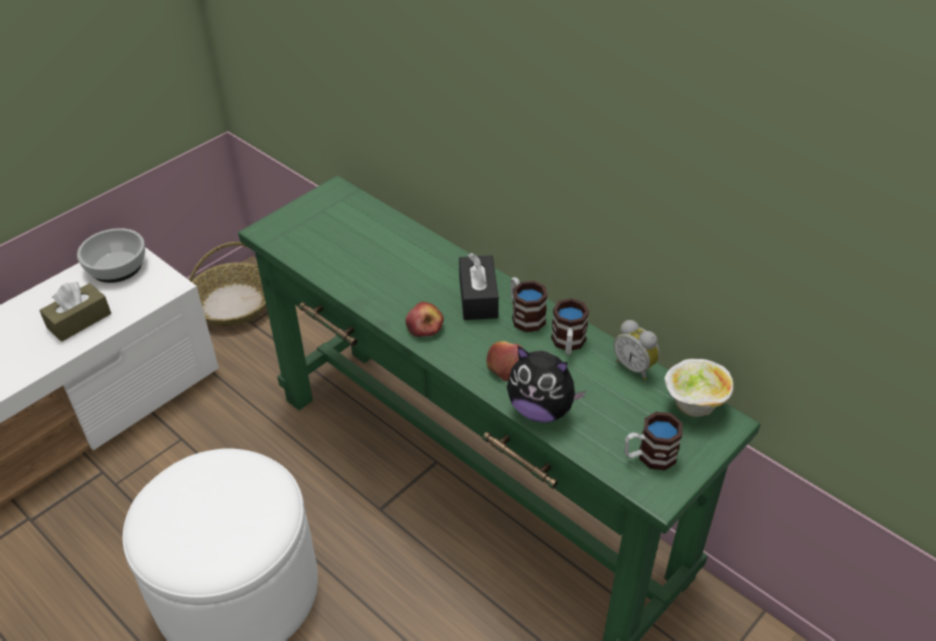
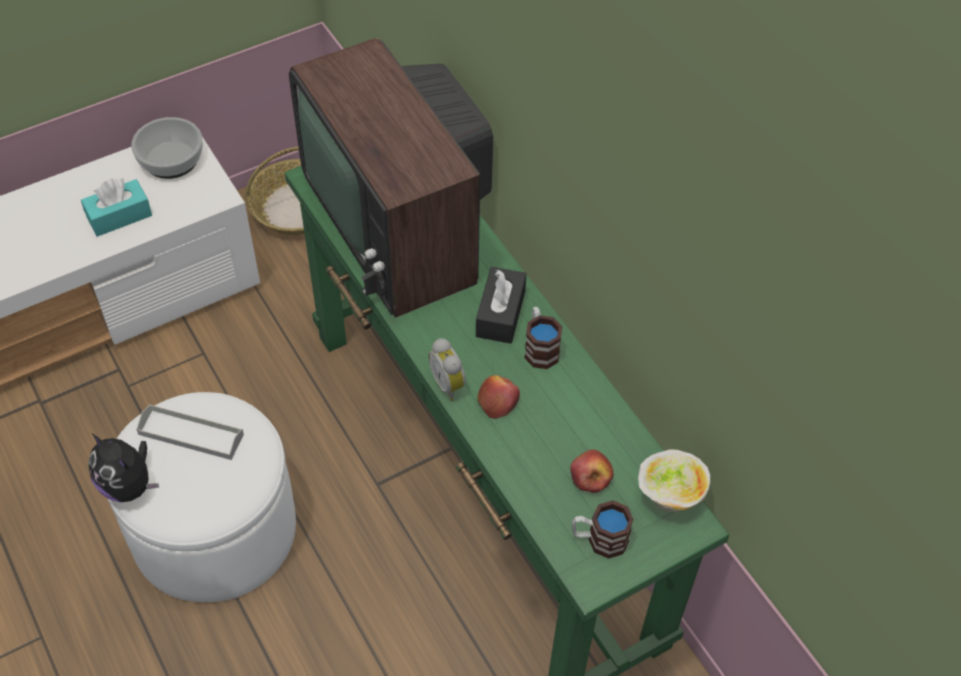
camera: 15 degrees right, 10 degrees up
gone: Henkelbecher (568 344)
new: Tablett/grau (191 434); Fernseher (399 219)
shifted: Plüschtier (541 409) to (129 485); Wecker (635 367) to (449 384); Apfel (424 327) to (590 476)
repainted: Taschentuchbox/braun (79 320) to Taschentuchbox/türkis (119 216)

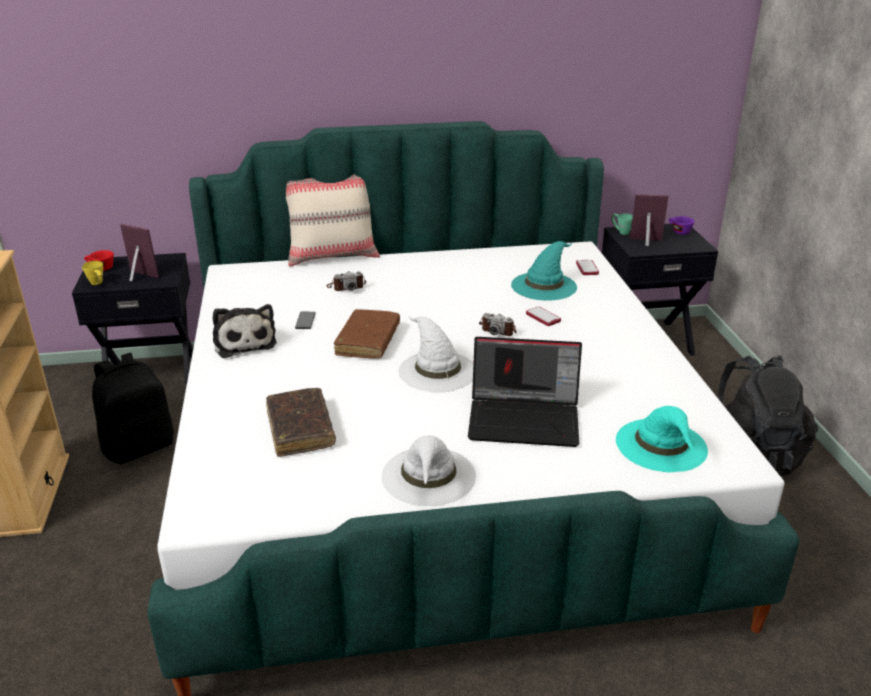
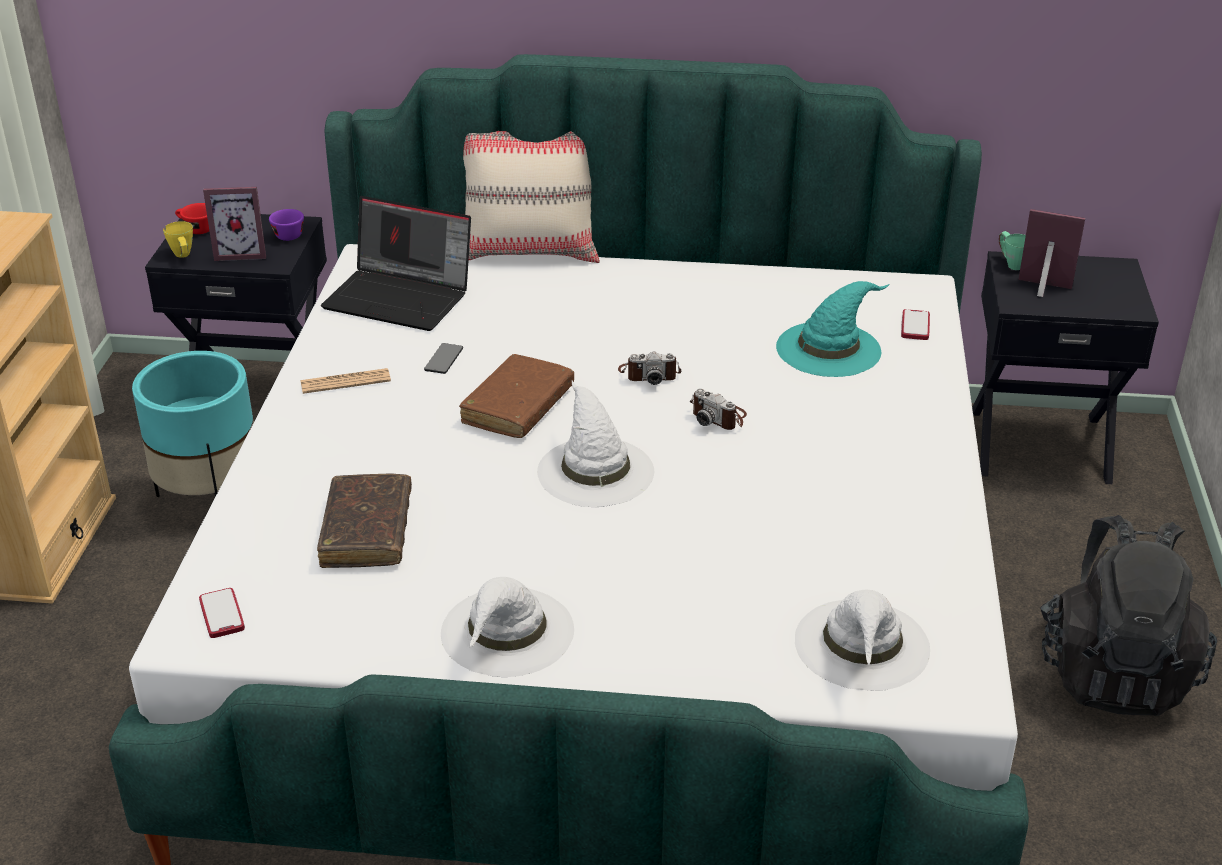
camera: 15 degrees right, 5 degrees up
shifted: Handy (543 317) to (222 614); Tasse/lila (678 231) to (287 234); Laptop (525 419) to (401 297); Kamera (346 287) to (649 374)
swapped: Rucksack/schwarz (139 447) to Pflanzkübel/türkis (211 500); Plüschtier (244 342) to Zeitung (345 382)
repainted: Hut/türkis (662 446) to Hut/weiß (862 646)
rotated: Bilderrahmen (138 277) = (241 252) 135 degrees clockwise

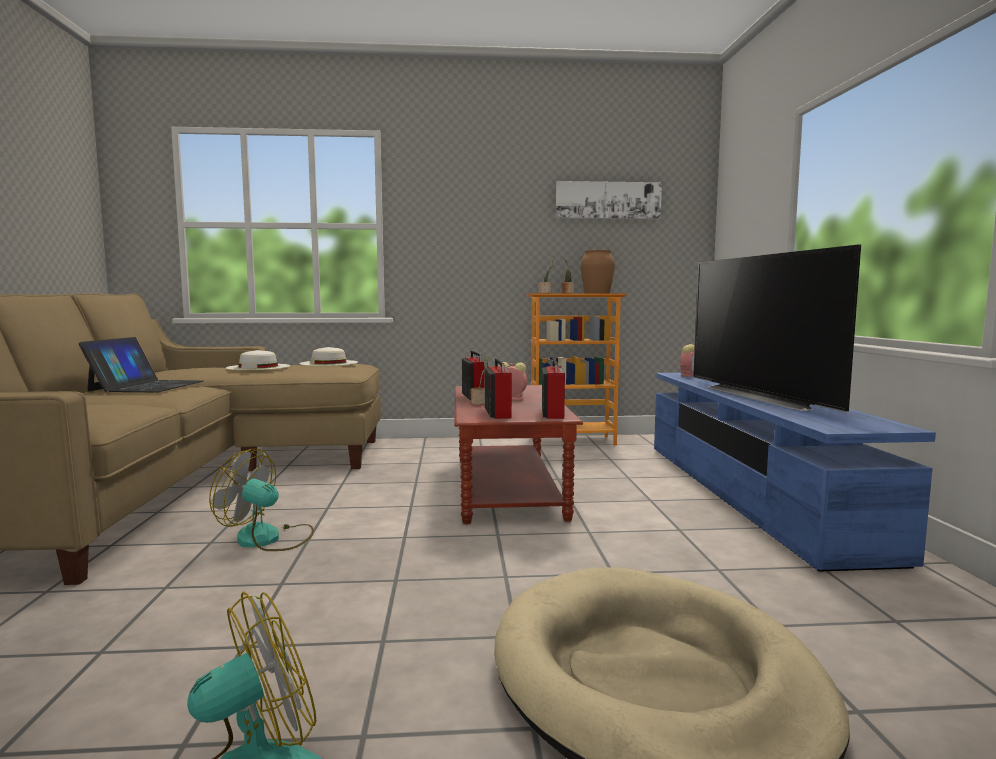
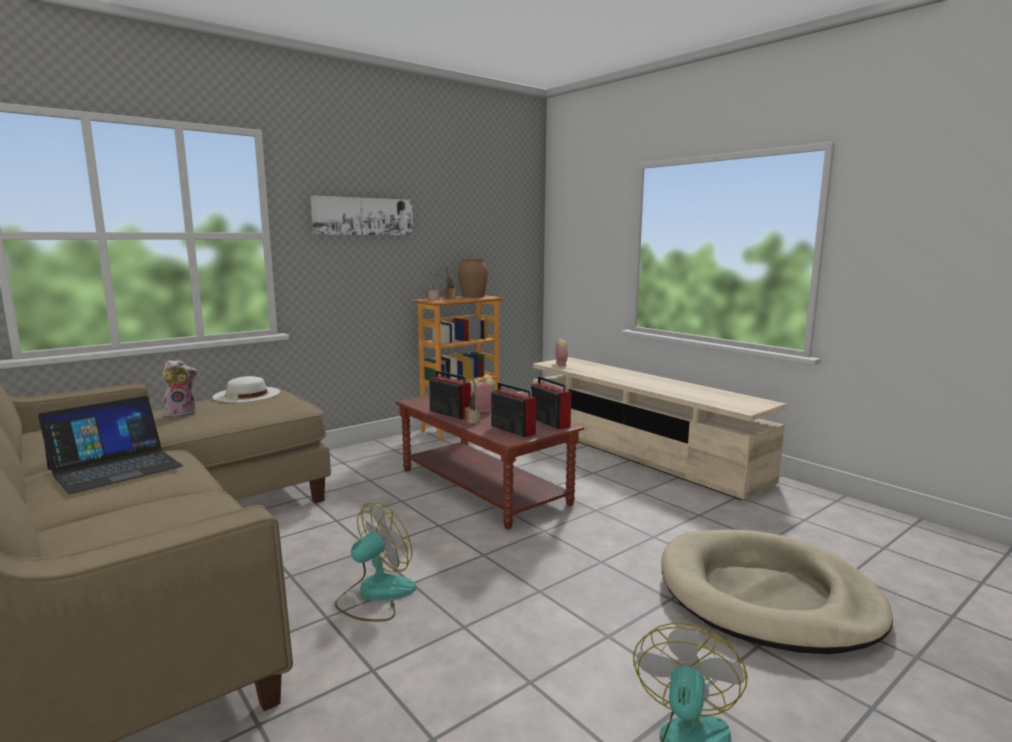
camera: 35 degrees left, 5 degrees up
gone: Fernseher (764 396)
shifted: Bild (608 200) to (363 216)
swapped: Hut/weiß (258 367) to Plüschtier (182 413)
repainted: Fernsehschrank/blau (749 493) to Fernsehschrank/beige (639 452)
rotated: Laptop (147 386) = (115 467) 75 degrees clockwise; Ventilator (268 539) = (375 595) 150 degrees clockwise

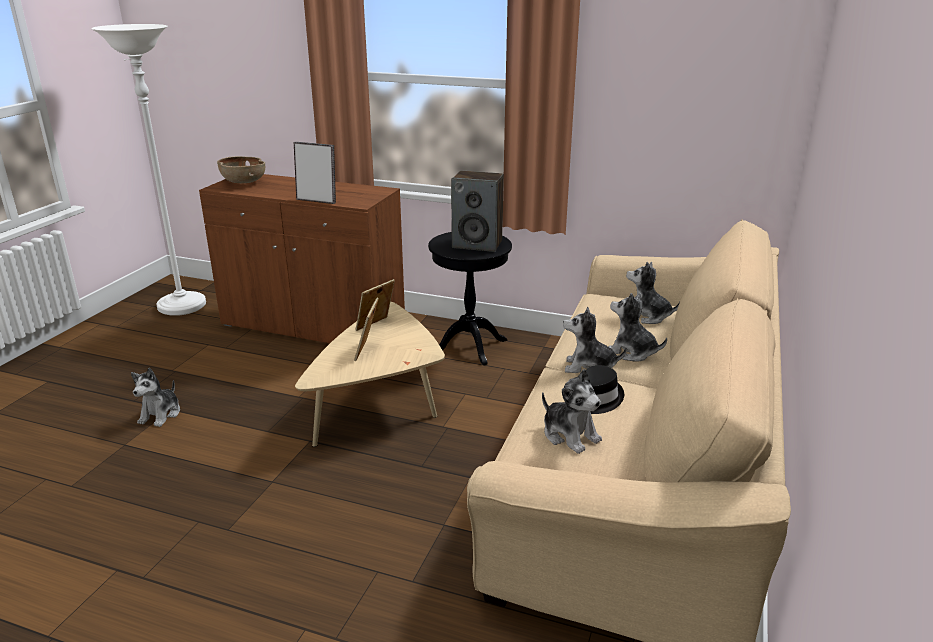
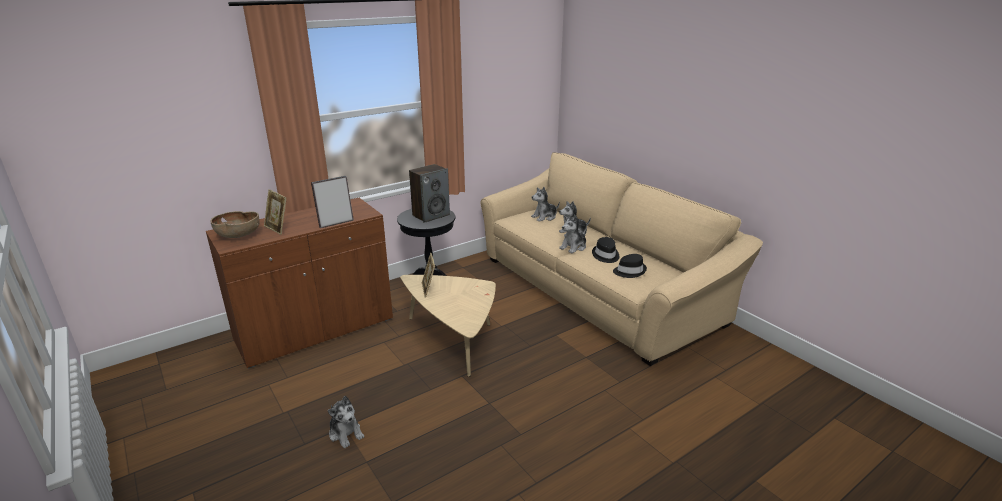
camera: 55 degrees left, 0 degrees up
gone: Stehlampe/weiß (182 306)
shifted: Bilderrahmen (367 351) to (278 228)
swapped: Plüschtier (570 435) to Hut/schwarz (629 271)

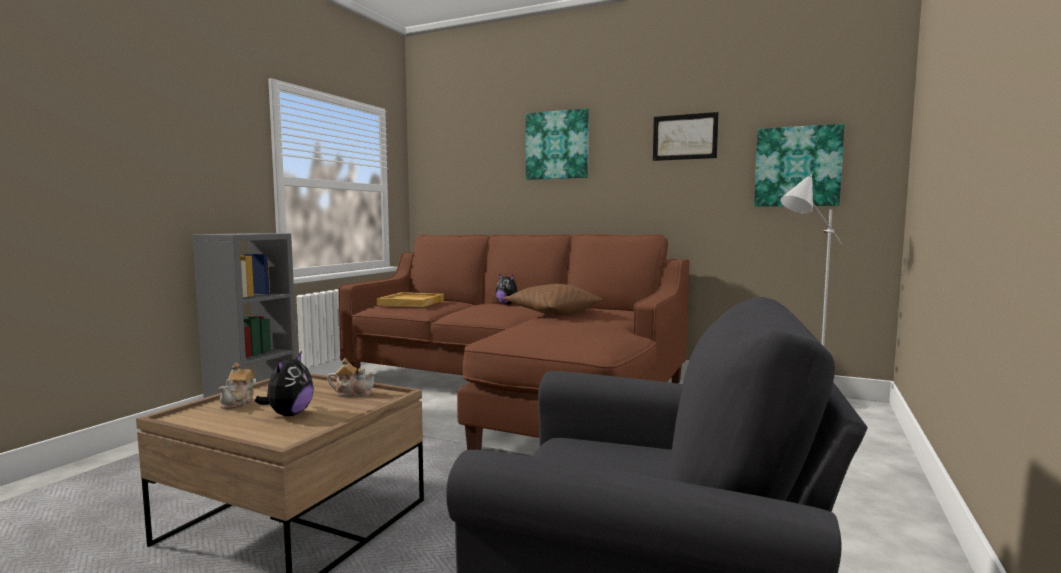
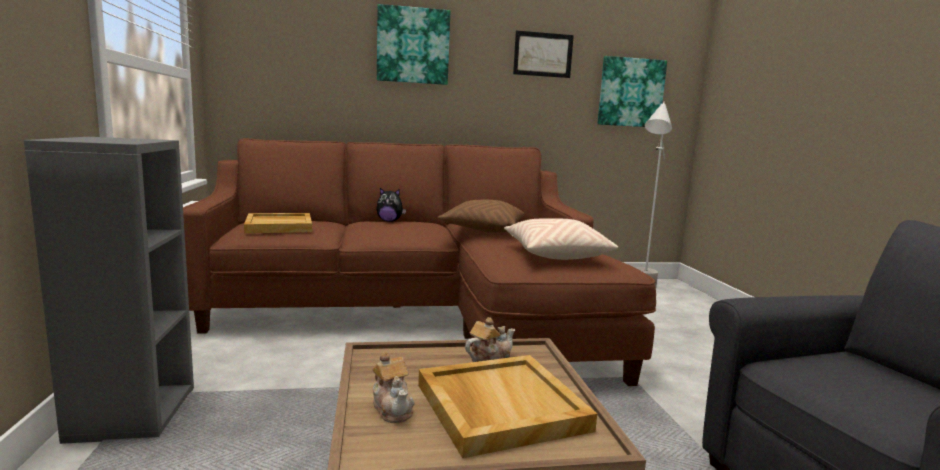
camera: 35 degrees left, 5 degrees up
new: Kissen/beige (555 254)
swapped: Plüschtier (289 414) to Tablett/beige (499 406)

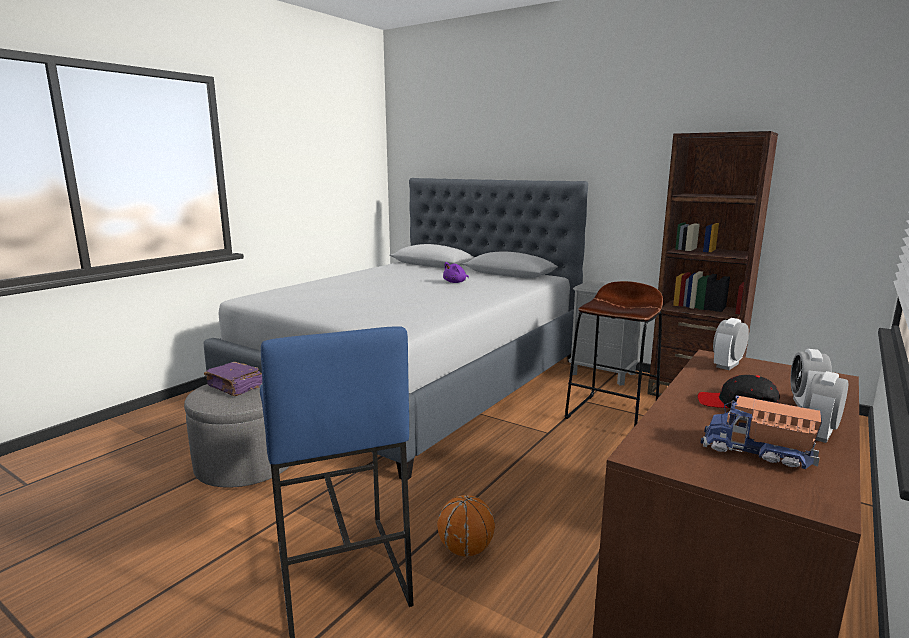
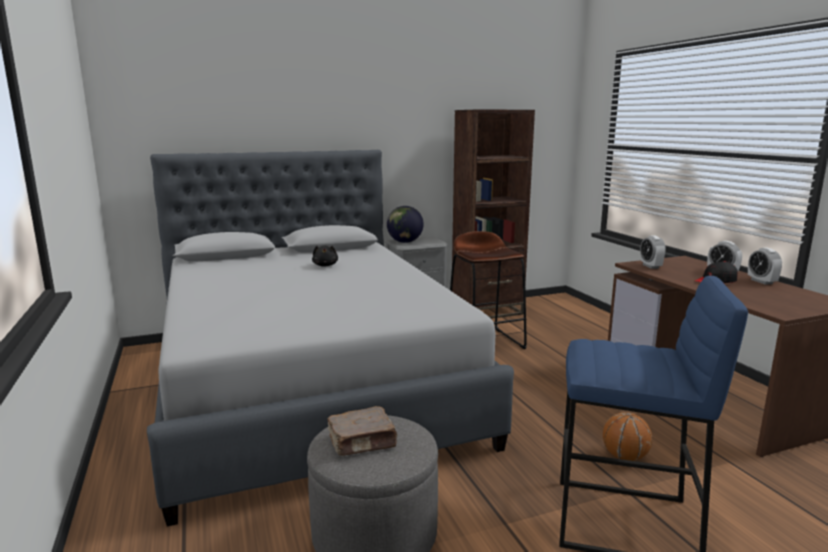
camera: 55 degrees left, 0 degrees up
gone: Spielzeuglaster (757 452)
new: Globus (404 242)
repainted: Plüschtier/lila (456 282) to Plüschtier/schwarz (325 265); Buch/lila (235 387) to Buch/braun (363 442)

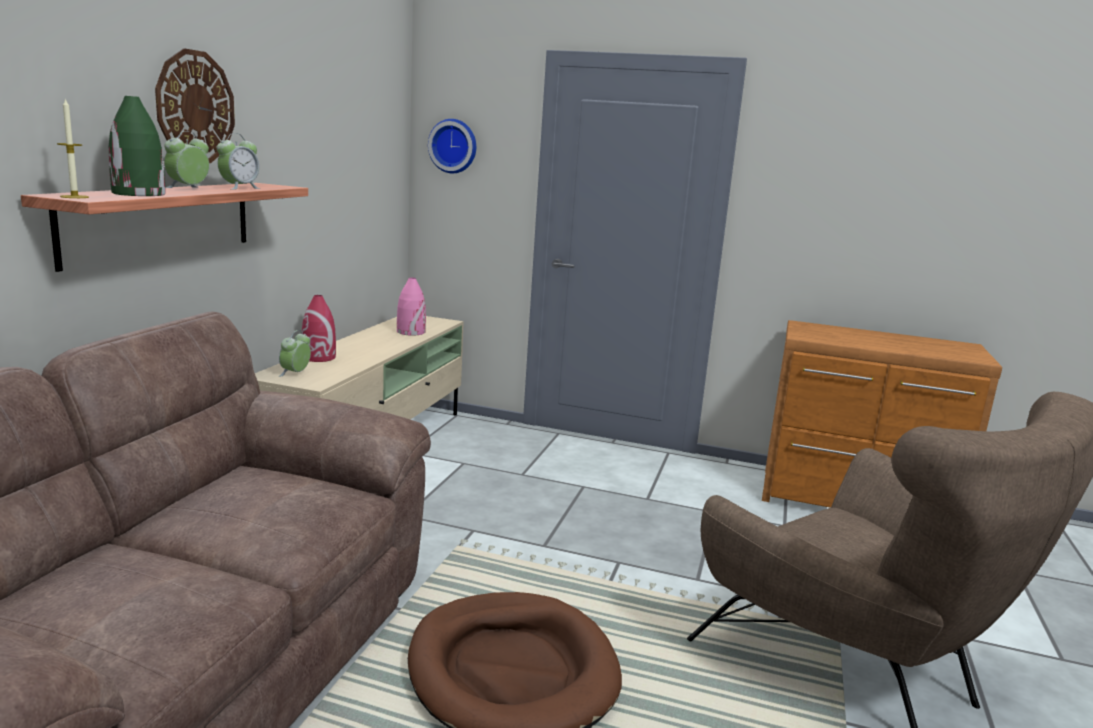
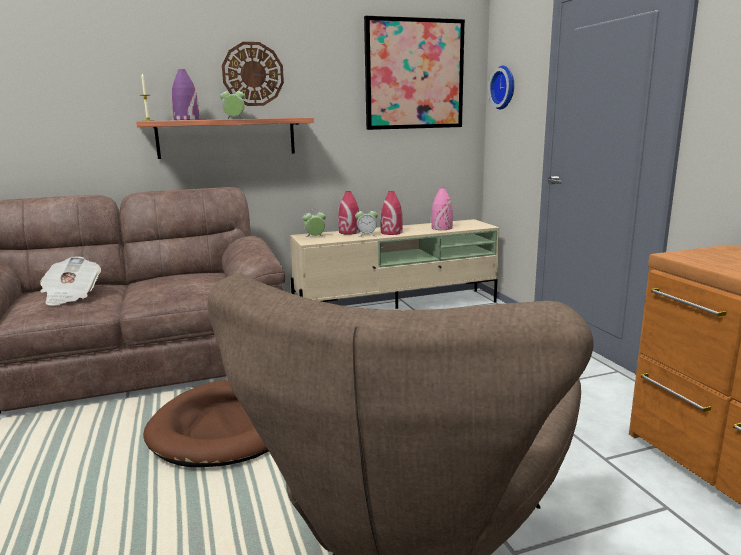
camera: 55 degrees right, 0 degrees up
new: Zeitung (71 296); Bild (414 74); Vase/rot (391 232)
shifted: Wecker (239 188) to (366 235)
repainted: Vase/grün (138 194) to Vase/lila (186 119)

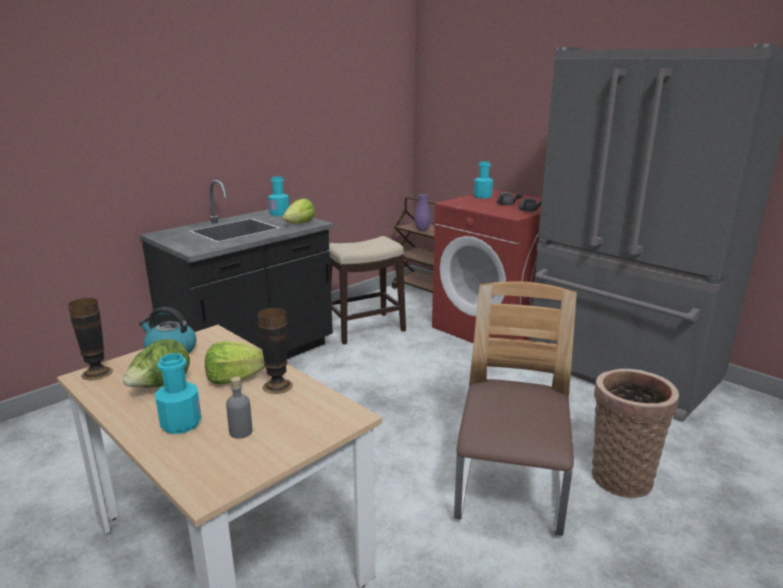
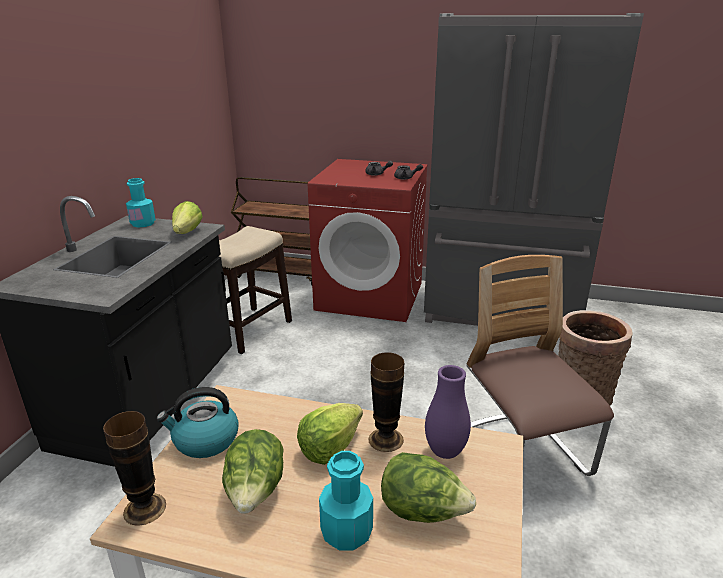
camera: 30 degrees left, 5 degrees up
gone: Flasche/türkis (482 196)
shifted: Vase/lila (422 230) to (445 452)
swapped: Flasche/grau (241 432) to Salatkopf (423 512)

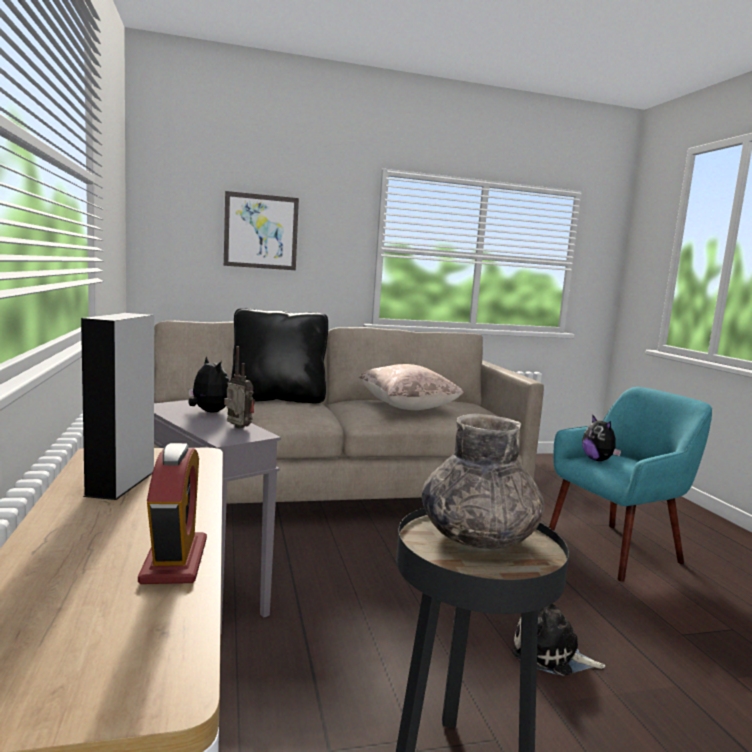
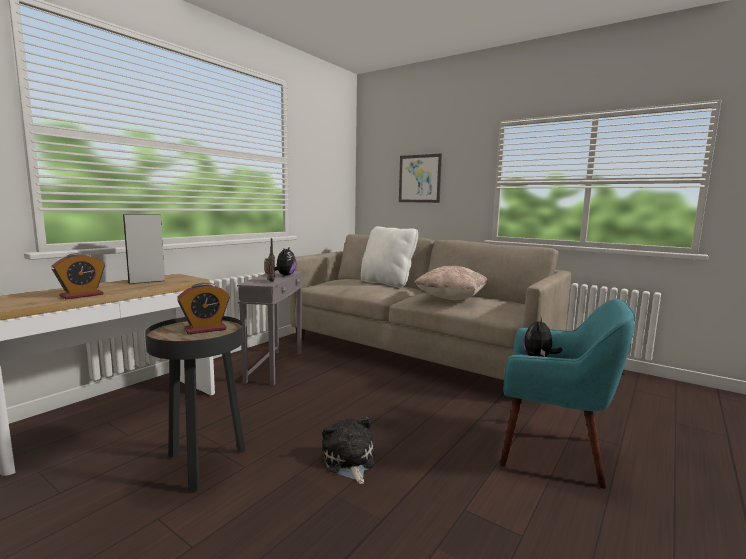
camera: 50 degrees right, 0 degrees up
swapped: Vase/grau (478 537) to Wecker (205 329)
repainted: Kissen/schwarz (278 399) to Kissen/weiß (387 283)

